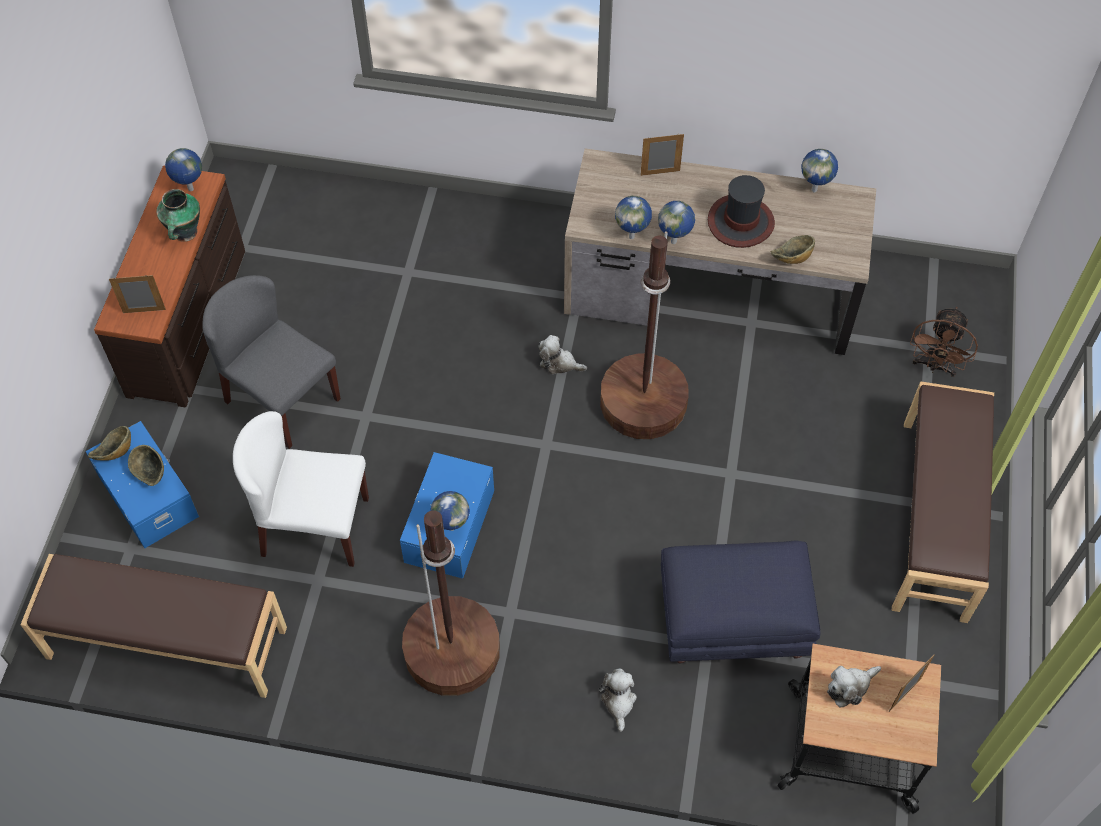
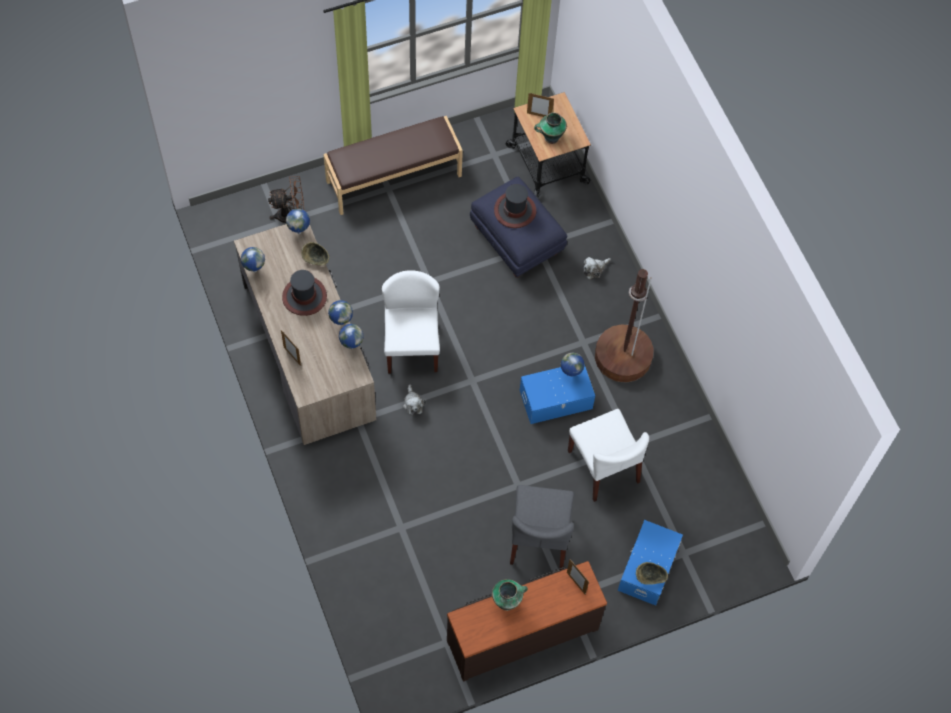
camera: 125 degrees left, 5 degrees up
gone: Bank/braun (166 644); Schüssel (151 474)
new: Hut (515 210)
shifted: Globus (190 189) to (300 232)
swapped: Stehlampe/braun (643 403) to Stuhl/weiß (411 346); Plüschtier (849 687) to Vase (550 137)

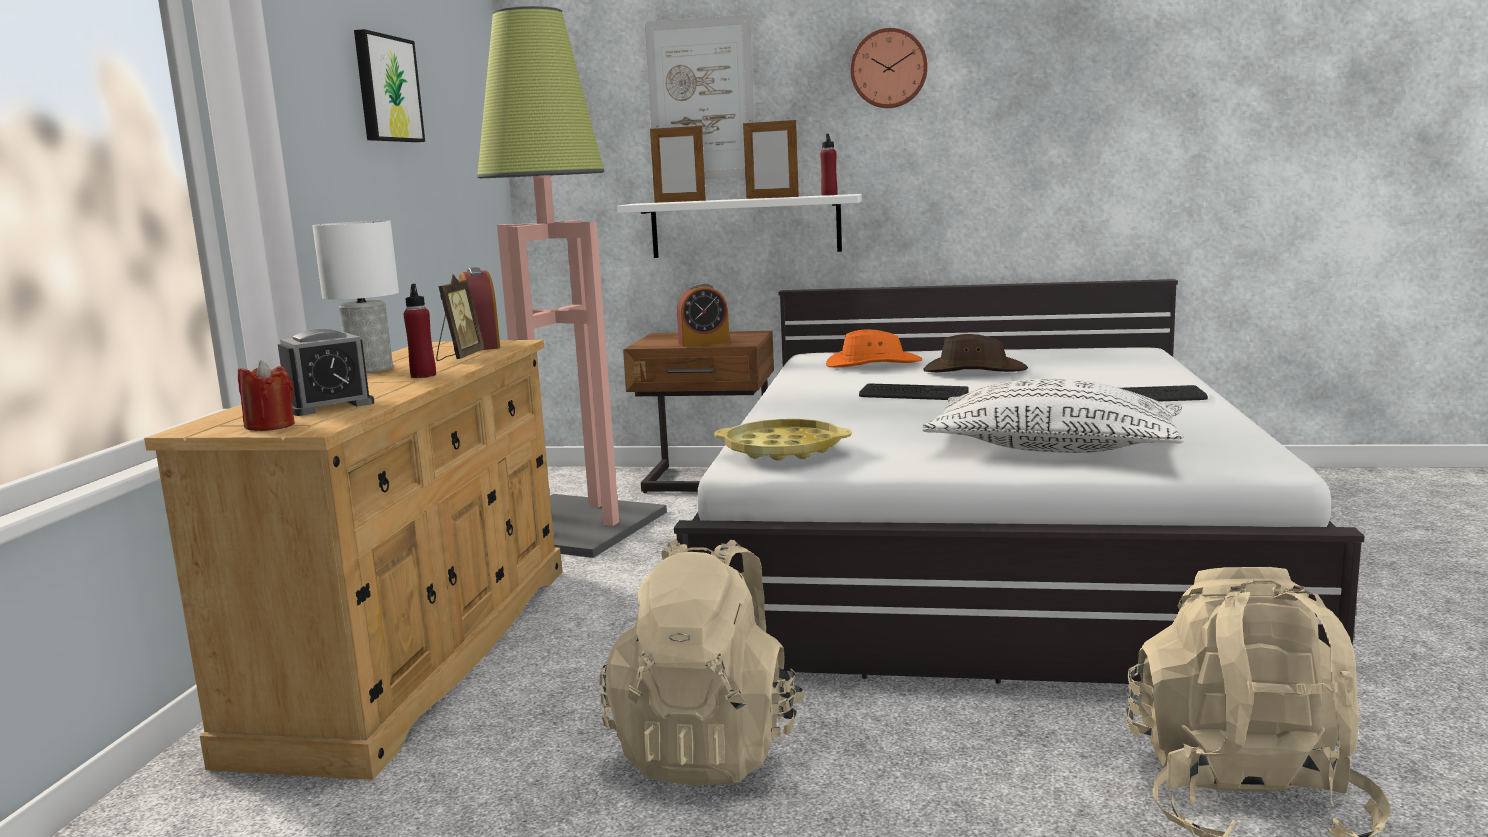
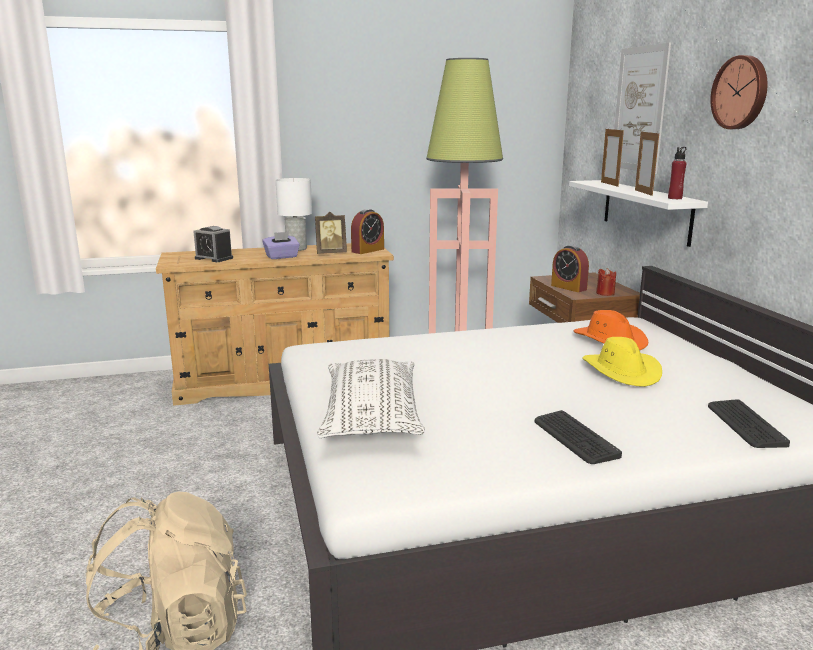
camera: 65 degrees right, 5 degrees up
gone: Bild (386 89); Rucksack/beige (709 747); Tablett/gelb (782 449)
shifted: Kerze/rot (270 426) to (605 293); Tastatur (913 394) to (745 424)
swapped: Flasche/rot (423 375) to Taschentuchbox/lila (282 257)
repainted: Hut/braun (973 371) to Hut/gelb (622 371)

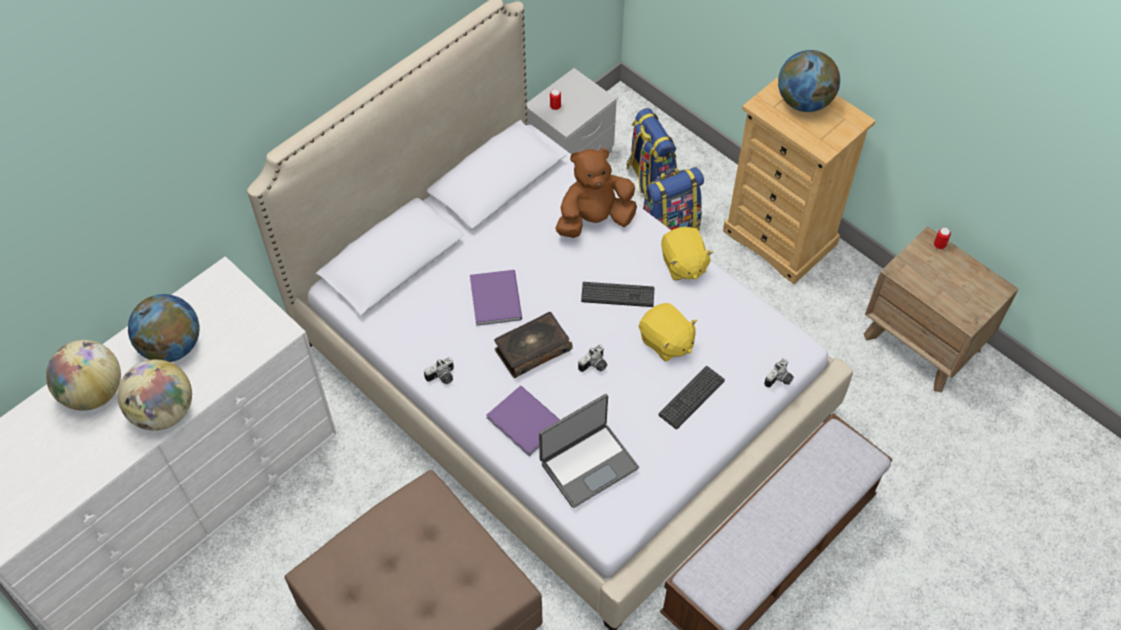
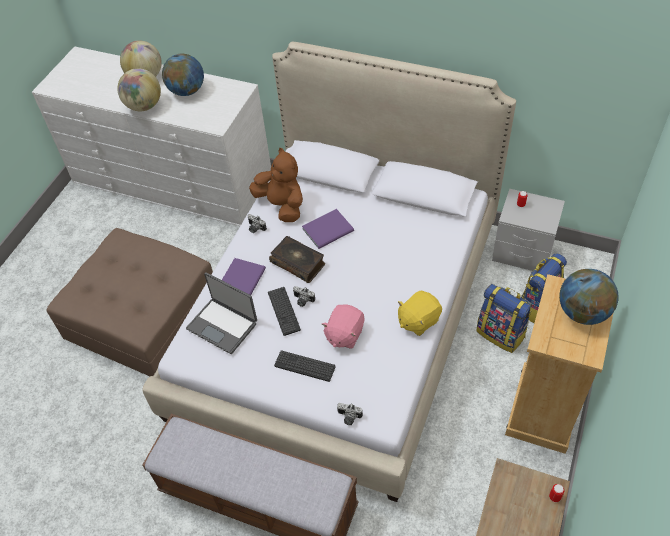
camera: 70 degrees right, 5 degrees down
shifted: Plüschtier/braun (594 220) to (282 205); Tastatur (617 295) to (284 311)
repainted: Plüschtier/gelb (666 342) to Plüschtier/rosa (344 334)

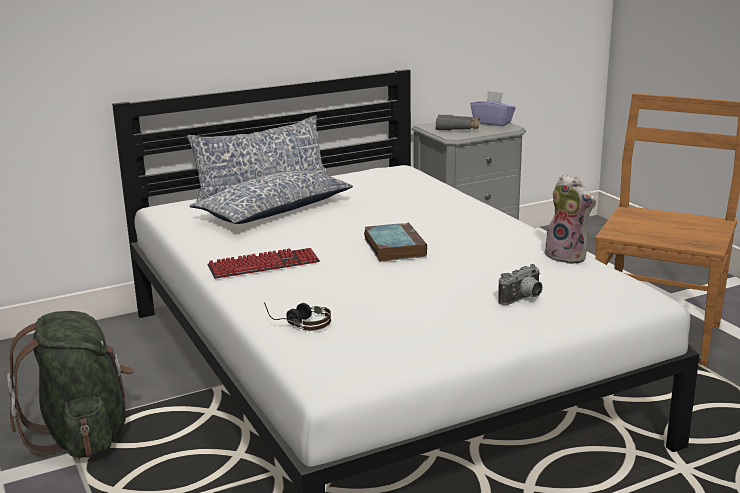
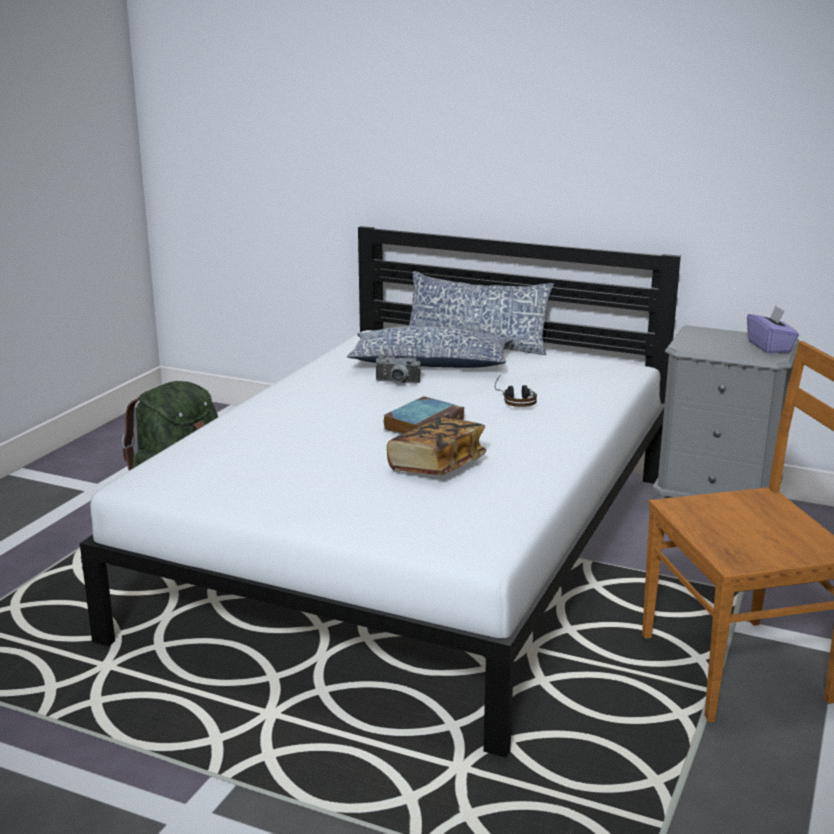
camera: 50 degrees right, 0 degrees up
gone: Tastatur (264 265); Fernglas/grau (458 129); Plüschtier (568 256)
new: Buch (436 466)
shifted: Kamera (523 299) to (397 383); Kopfhörer (298 323) to (515 399)

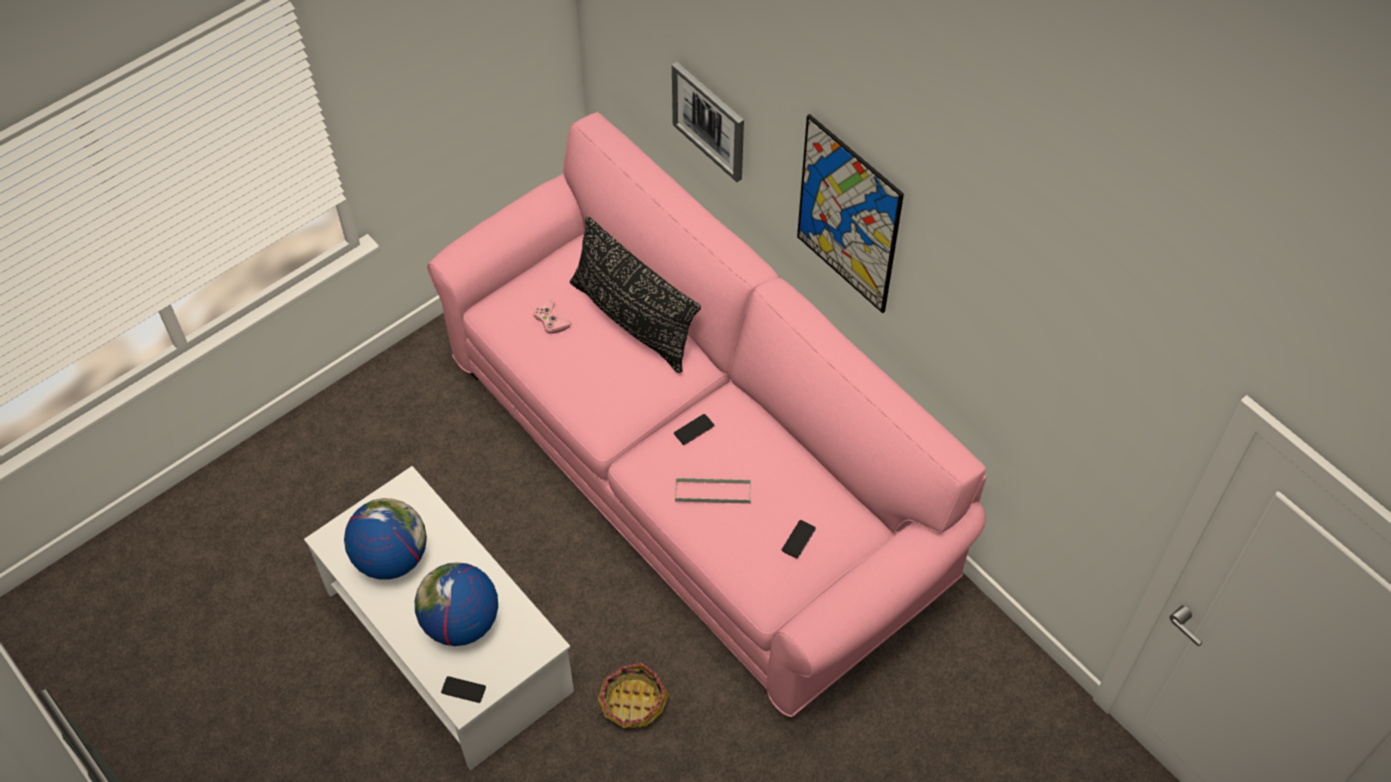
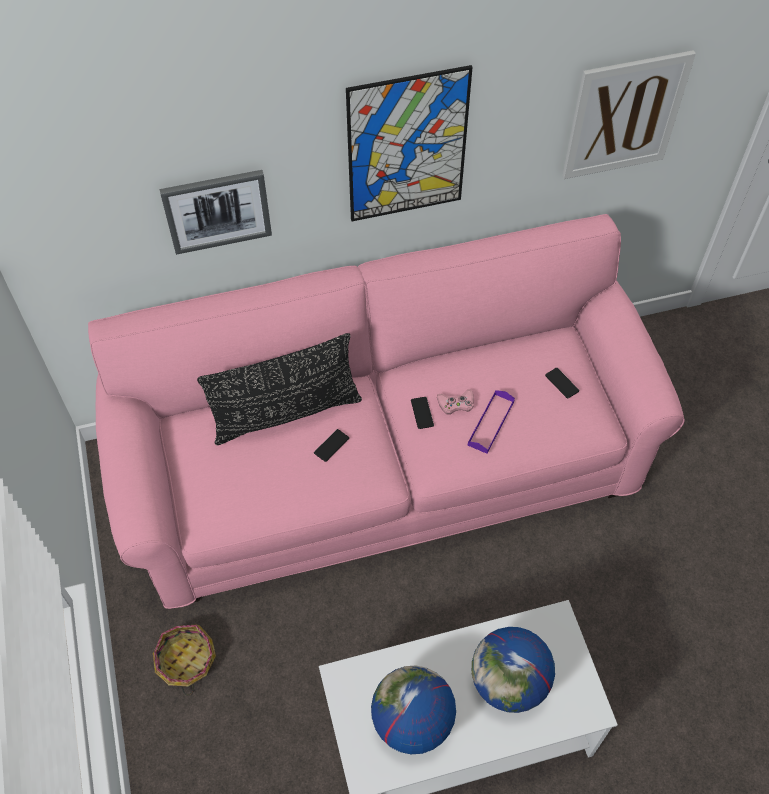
camera: 65 degrees left, 0 degrees up
new: Bild (624 116)
shifted: Korb (632 702) to (186 661); Handy (463 689) to (331 445); Gamepad/rosa (551 320) to (456 404)
repainted: Tablett/grau (712 492) to Tablett/lila (491 423)

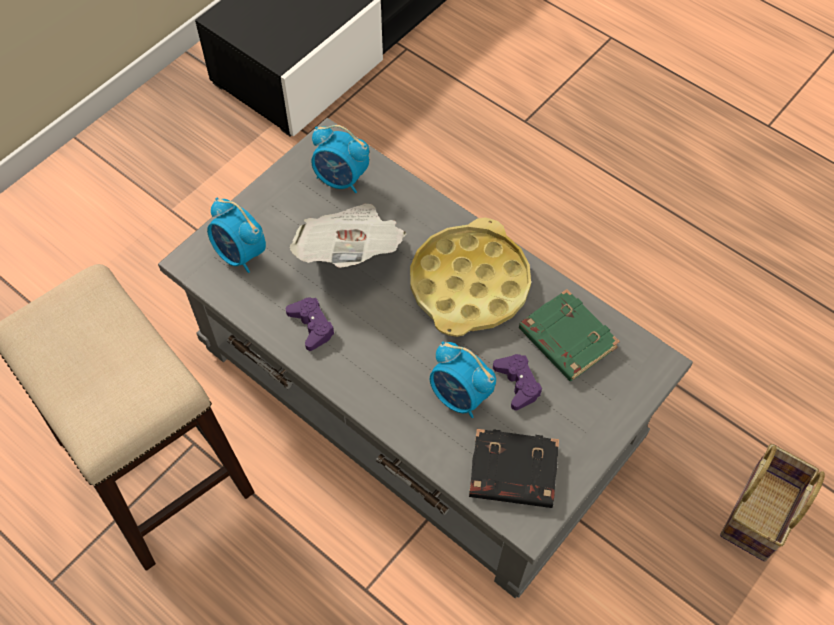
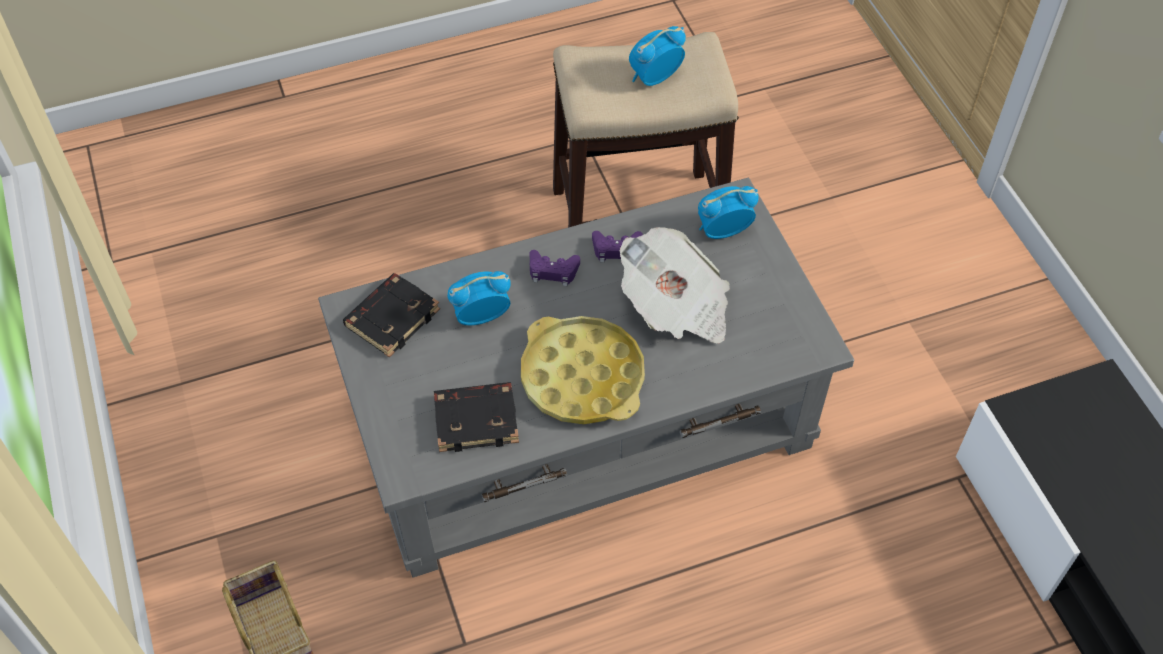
camera: 120 degrees right, 5 degrees down
shifted: Gamepad/lila (517 384) to (553 271); Wecker (341 179) to (654 78)
repainted: Buch/grün (565 339) to Buch/schwarz (477 419)

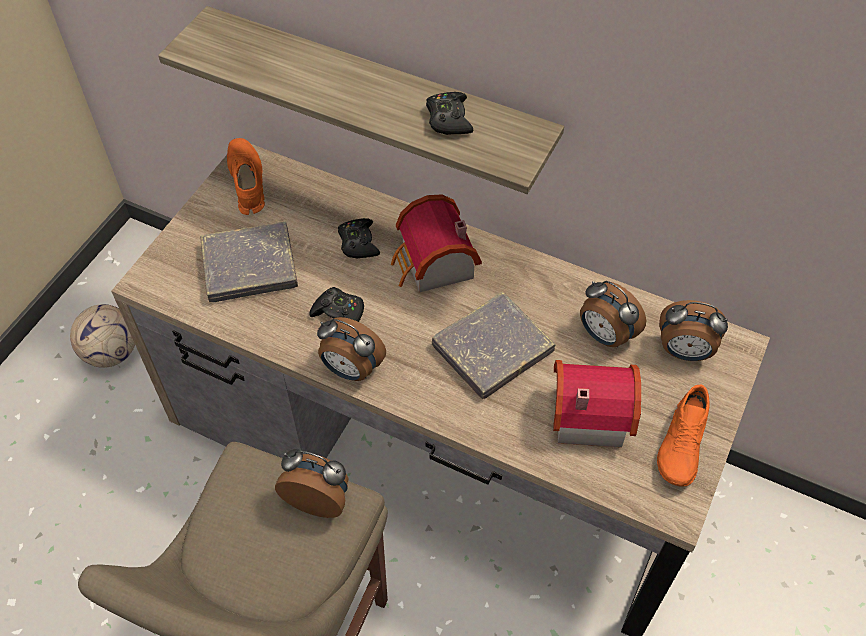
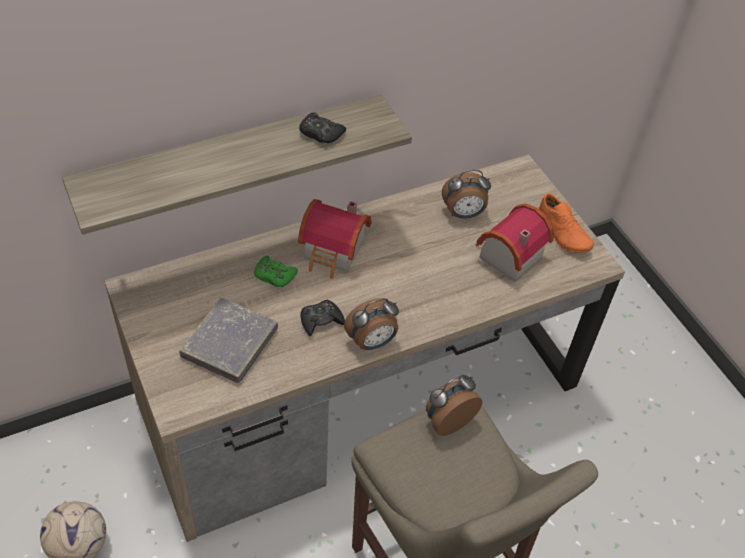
camera: 55 degrees left, 5 degrees down
gone: Schuh/orange (247 182); Buch/grau (492 349); Wecker (684 351)
repainted: Gamepad/schwarz (358 243) to Gamepad/grün (274 275)

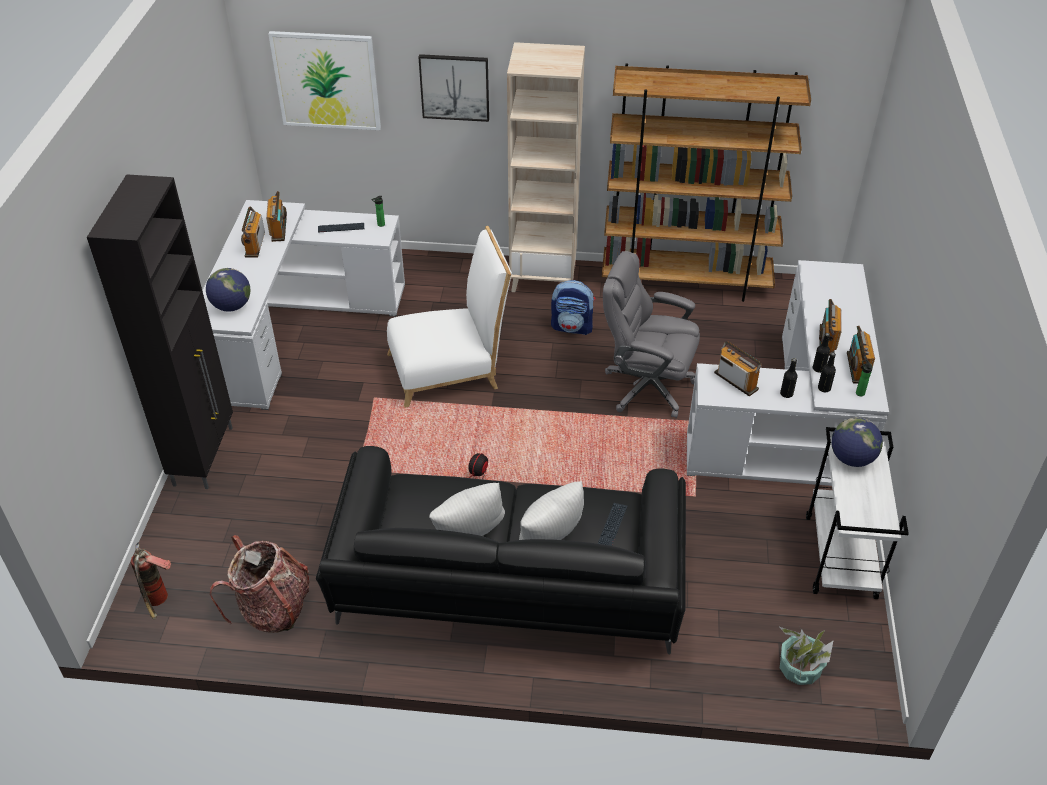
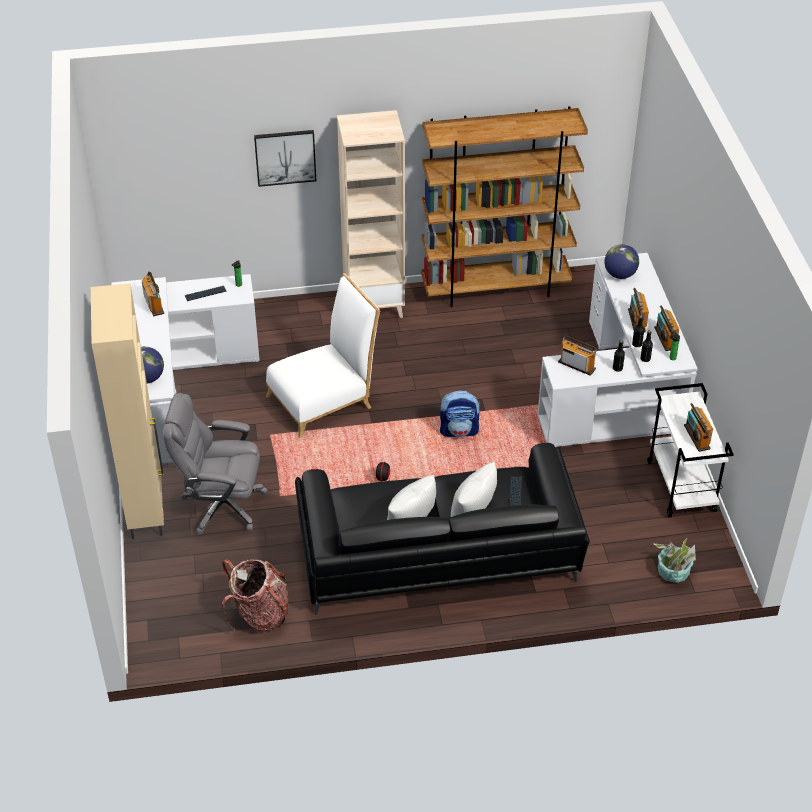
camera: 15 degrees left, 0 degrees up
gone: Feuerlöscher (159 603); Bild (326 80)
shifted: Bürostuhl/grau (646 386) to (221 505); Rucksack (572 327) to (459 430); Globus (851 459) to (620 275); Radio (254 245) to (696 437)
repainted: Schrank/schwarz (204 455) to Schrank/beige (146 509)

